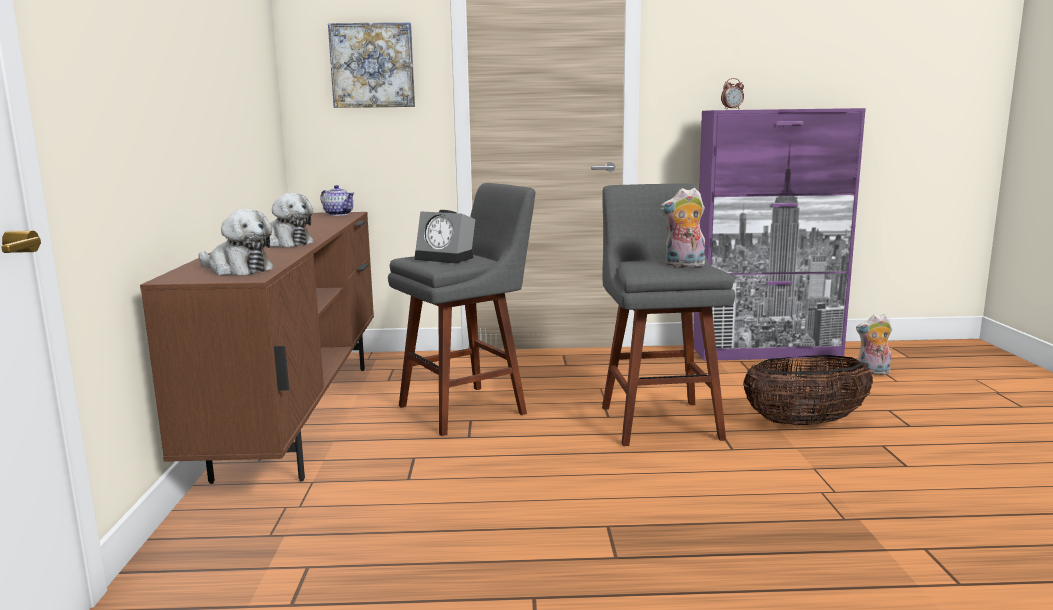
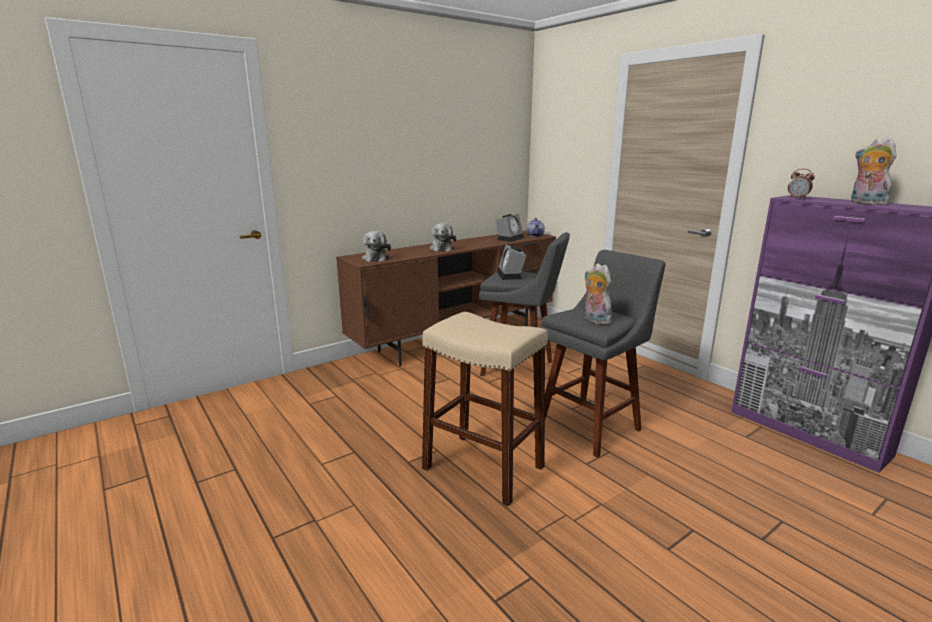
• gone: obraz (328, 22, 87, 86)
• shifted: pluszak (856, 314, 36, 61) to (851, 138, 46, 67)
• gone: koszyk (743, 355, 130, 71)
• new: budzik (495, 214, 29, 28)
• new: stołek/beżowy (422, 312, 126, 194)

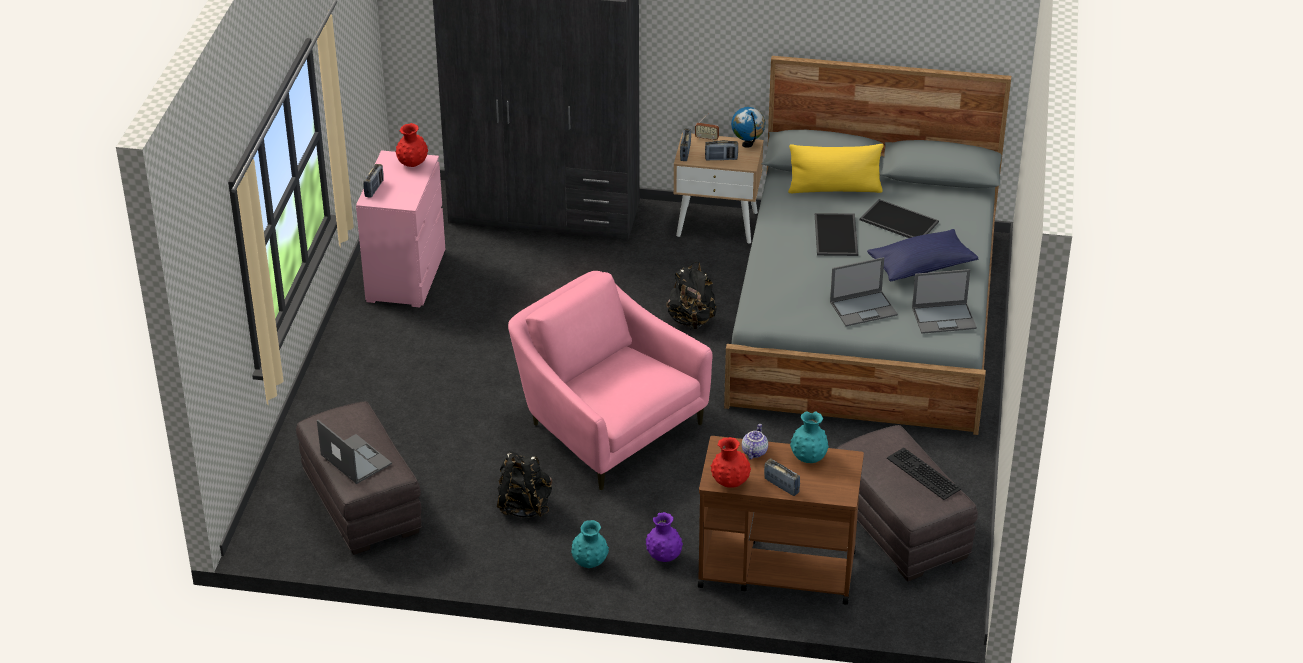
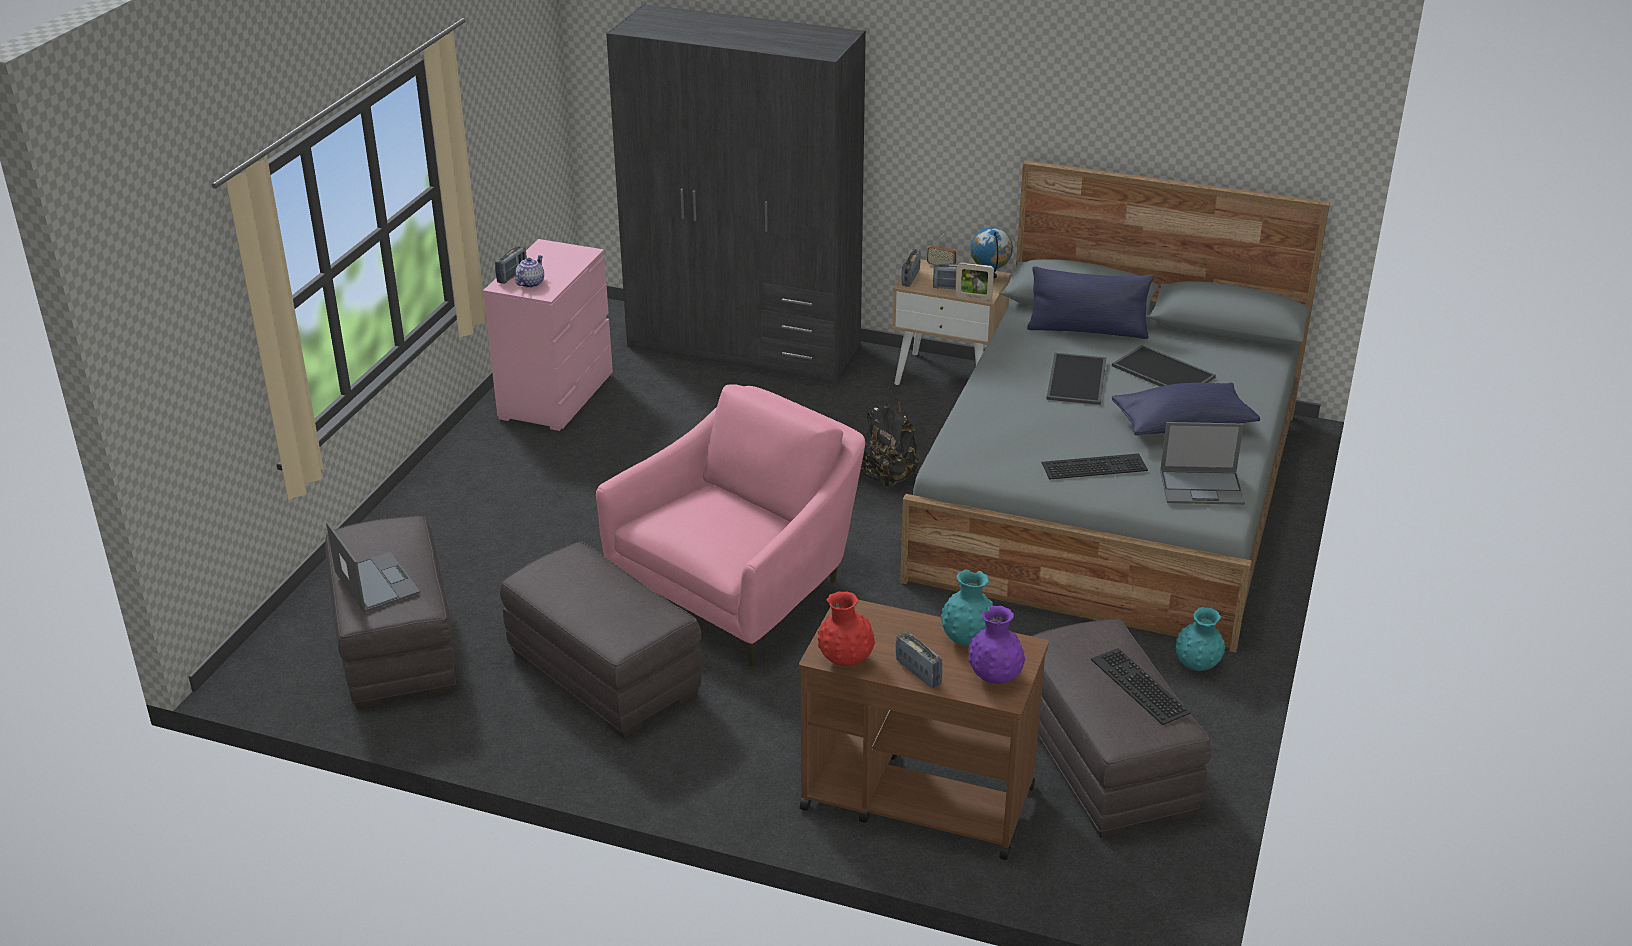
• gone: wazon/czerwony (396, 123, 32, 44)
• repainted: poduszka/żółty (788, 144, 96, 49) to poduszka/niebieski (1027, 266, 127, 73)
• swapped: laptop (830, 257, 68, 69) to klawiatura (1042, 453, 106, 27)
• rotated: fotel/różowy (508, 271, 205, 220) = (596, 384, 269, 283) 75 degrees clockwise
• shifted: imbryk (742, 424, 26, 36) to (515, 255, 29, 33)
• swapped: plecak/czarny (497, 451, 55, 67) to pufa/szary (500, 541, 202, 197)
• shifted: wazon/fioletowy (646, 512, 37, 50) to (968, 606, 57, 78)
• shifted: wazon/turkusowy (571, 520, 38, 48) to (1176, 607, 50, 64)
• new: ramka na zdjęcie (956, 262, 38, 38)

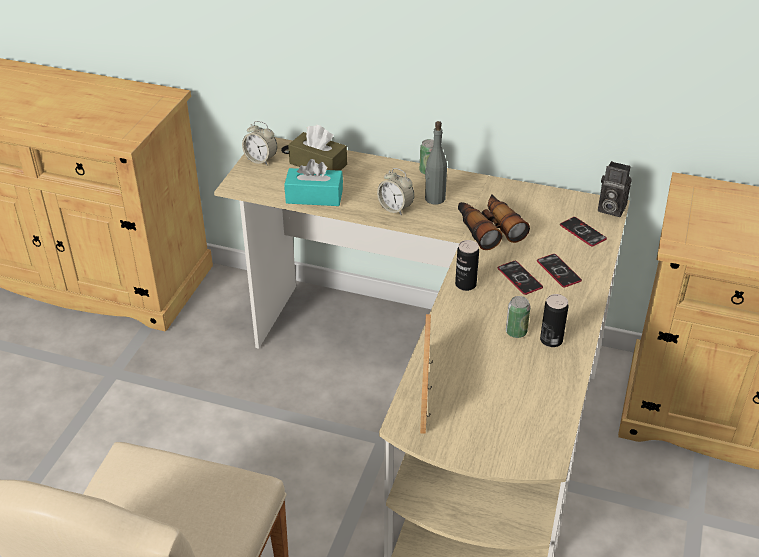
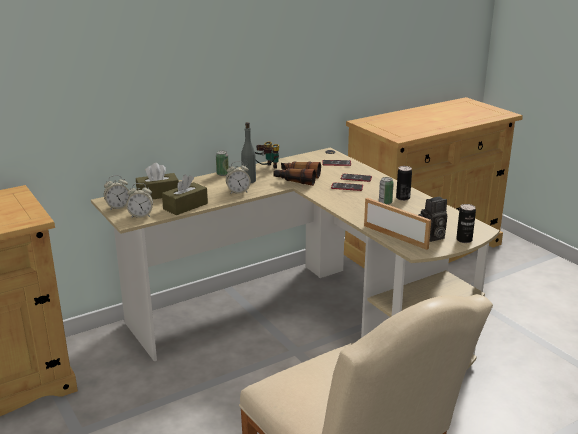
• repainted: pudełko chusteczek/turkusowy (284, 159, 59, 47) to pudełko chusteczek/brązowy (162, 175, 46, 40)
• shifted: aparat fotograficzny (598, 161, 34, 56) to (419, 197, 29, 45)
• shifted: puszka (455, 240, 24, 51) to (456, 204, 20, 39)
• new: lornetka (255, 142, 24, 27)
• new: budzik (126, 183, 27, 35)

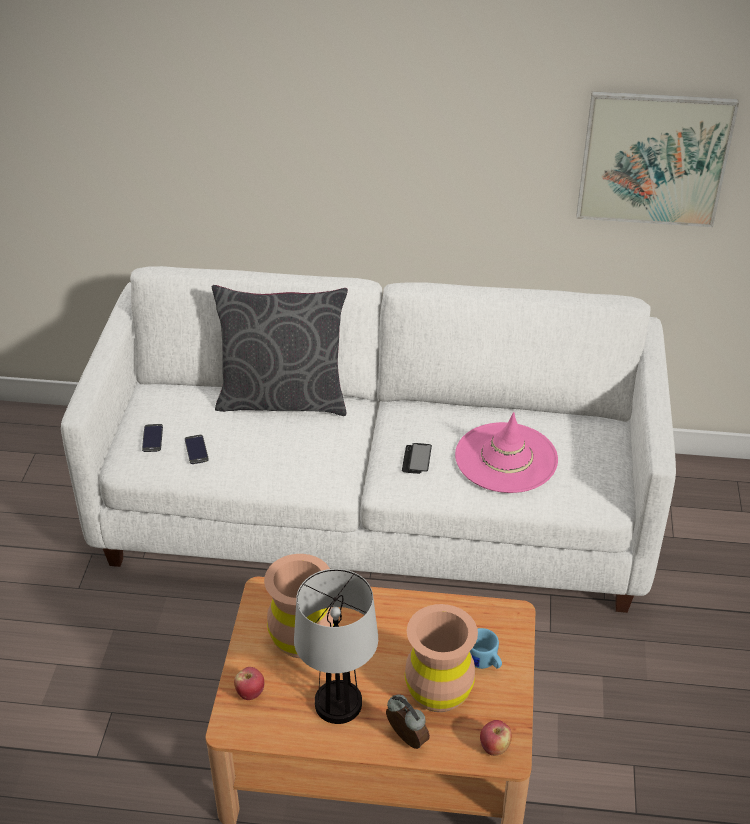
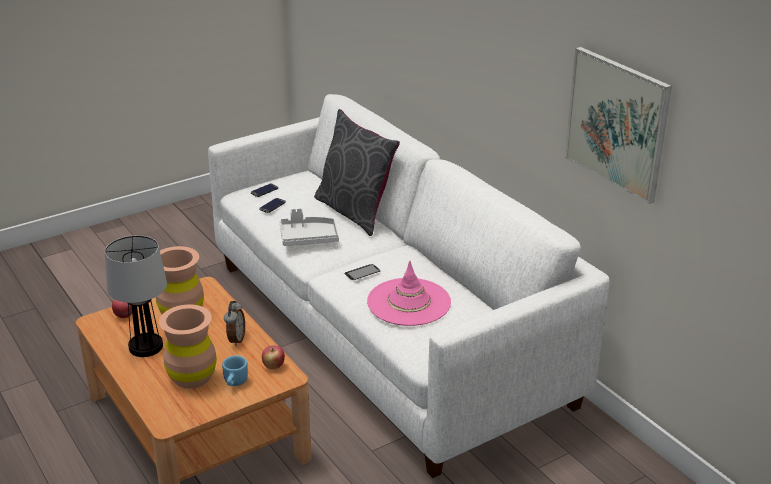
• shifted: budzik (386, 694, 44, 55) to (224, 301, 21, 45)
• shifted: jabłko (480, 720, 32, 36) to (262, 346, 23, 23)
• new: taca/szary (279, 208, 60, 38)

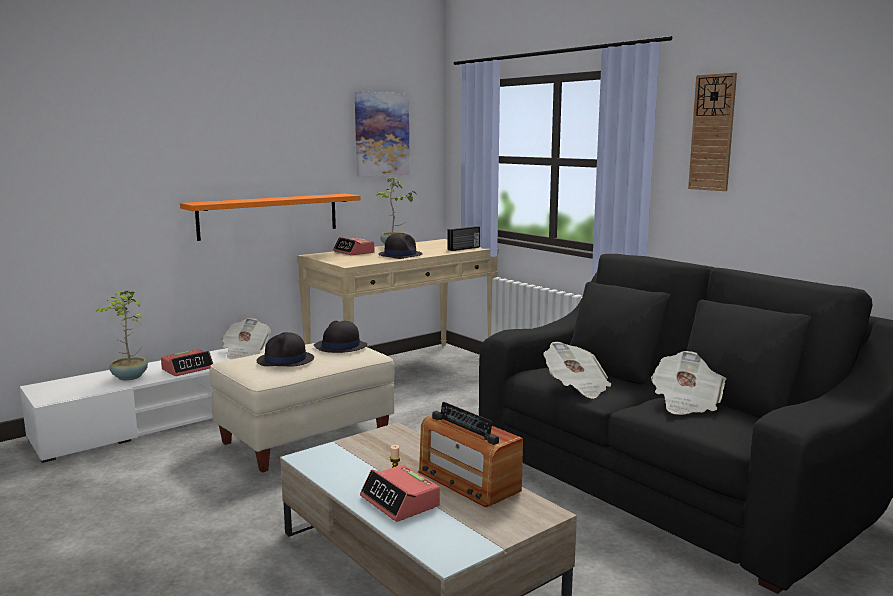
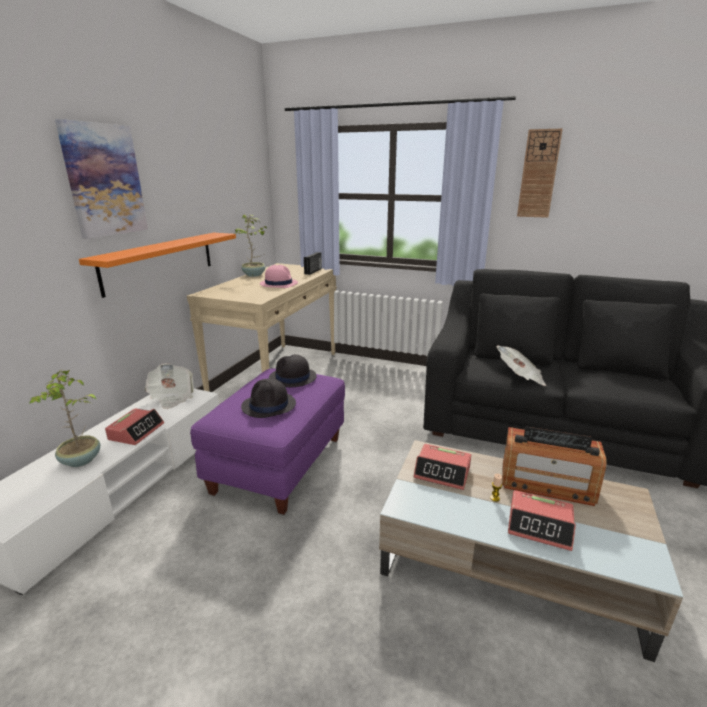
• shifted: obraz (355, 91, 55, 86) to (55, 119, 93, 120)
• repainted: kapelusz/czarny (378, 233, 45, 26) to kapelusz/różowy (260, 265, 38, 23)
• shifted: budzik (333, 237, 41, 18) to (413, 444, 58, 46)
• repainted: pufa/beżowy (210, 343, 185, 130) to pufa/fioletowy (190, 368, 155, 147)
• gone: gazeta (651, 351, 76, 64)

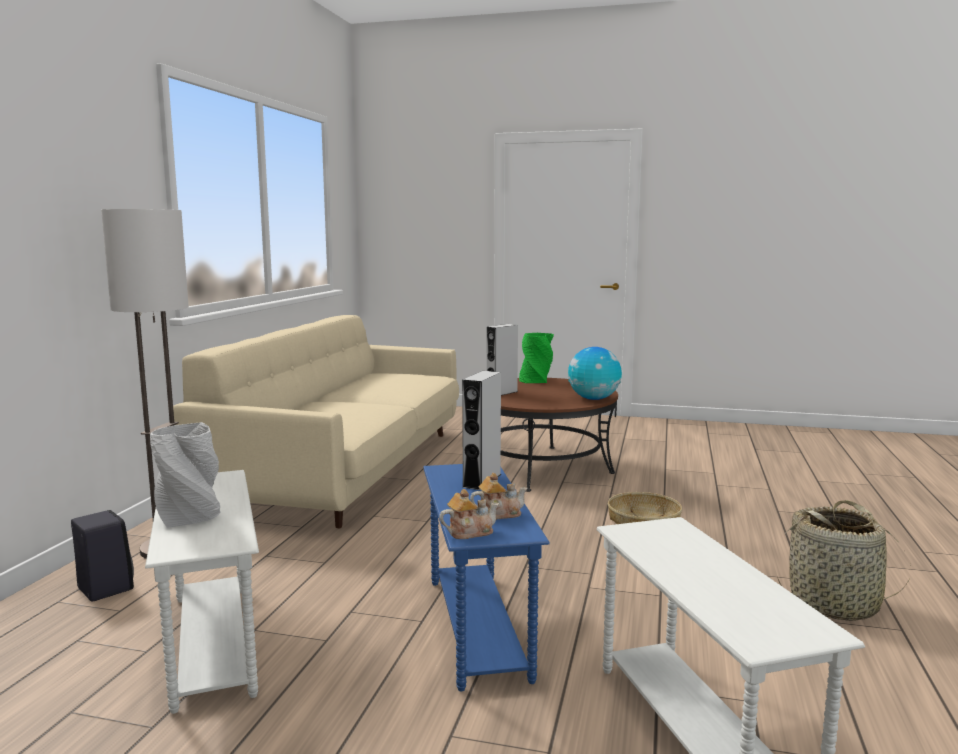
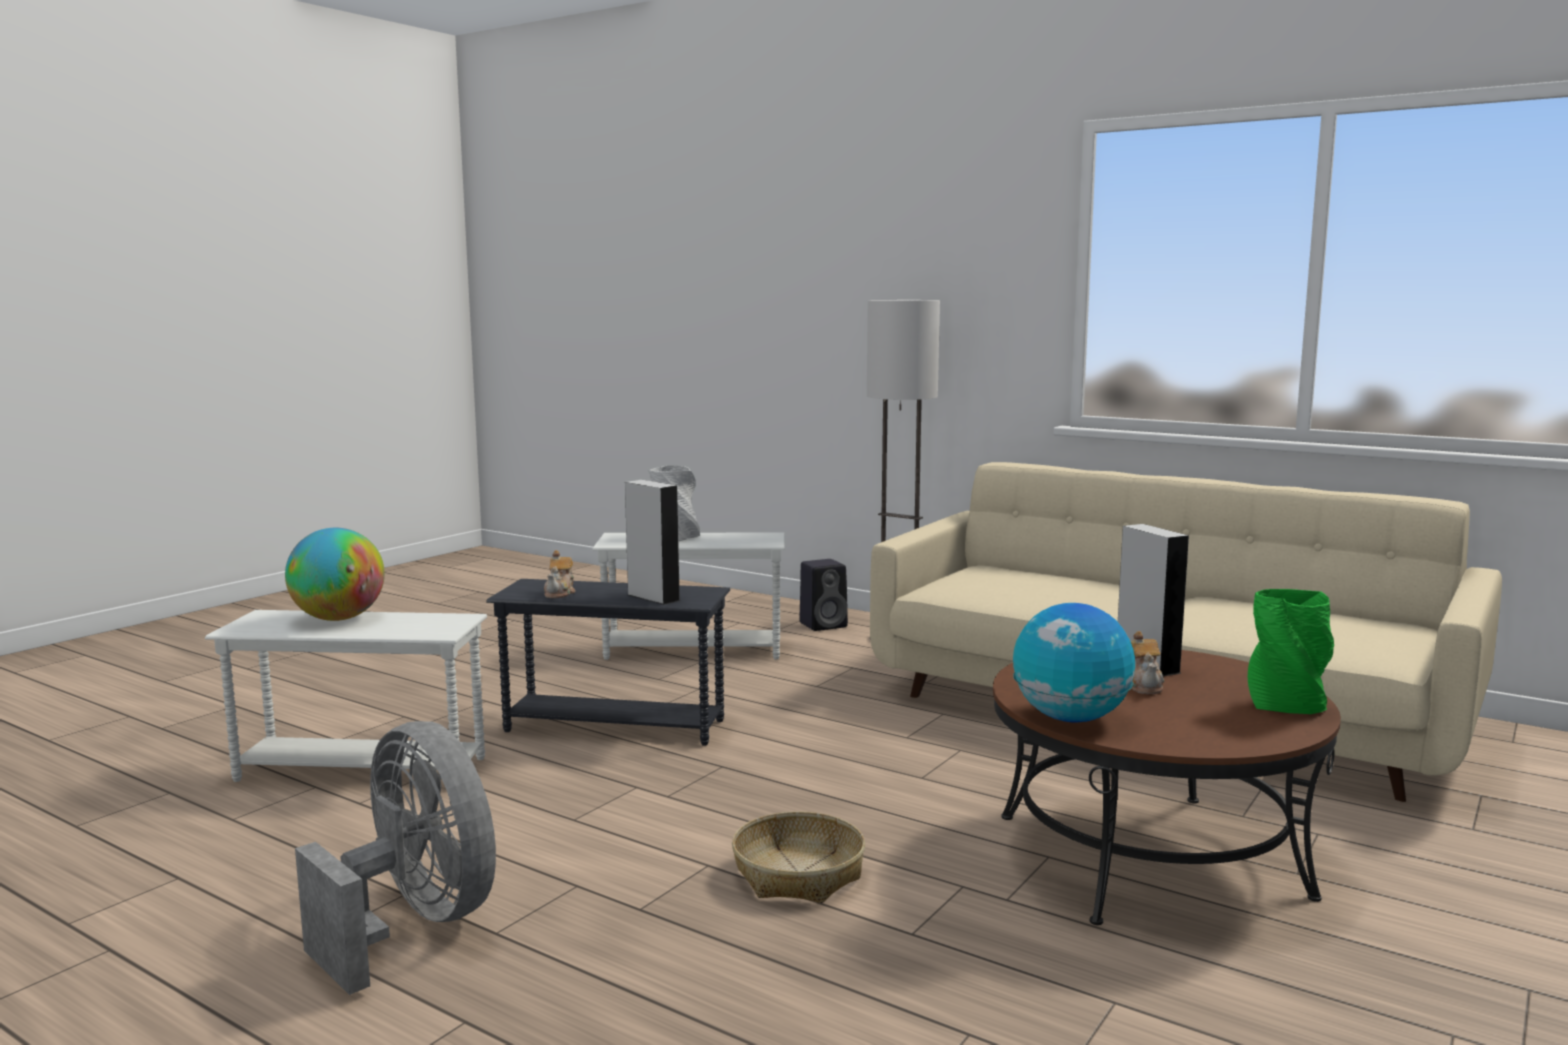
• repainted: stolik/niebieski (423, 464, 127, 228) to stolik/szary (486, 579, 244, 167)
• shifted: imbryk (439, 489, 60, 50) to (1131, 631, 33, 63)
• swapped: koszyk (777, 500, 134, 121) to wentylator/szary (295, 721, 201, 274)
• new: globus (285, 528, 100, 93)

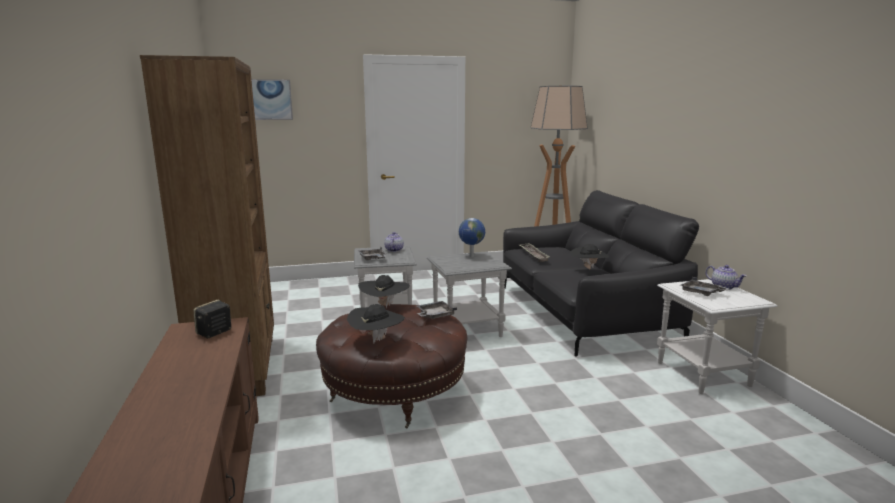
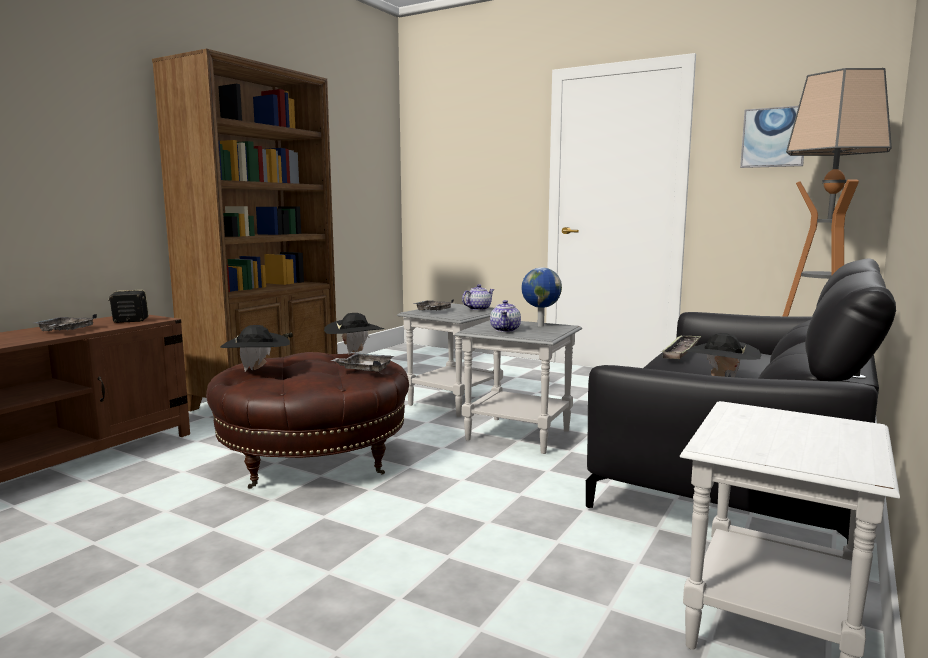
• shifted: obraz (251, 79, 42, 41) to (740, 106, 64, 62)
• shifted: imbryk (705, 265, 42, 25) to (490, 300, 31, 32)
• shifted: taca/szary (680, 277, 50, 19) to (34, 314, 63, 17)

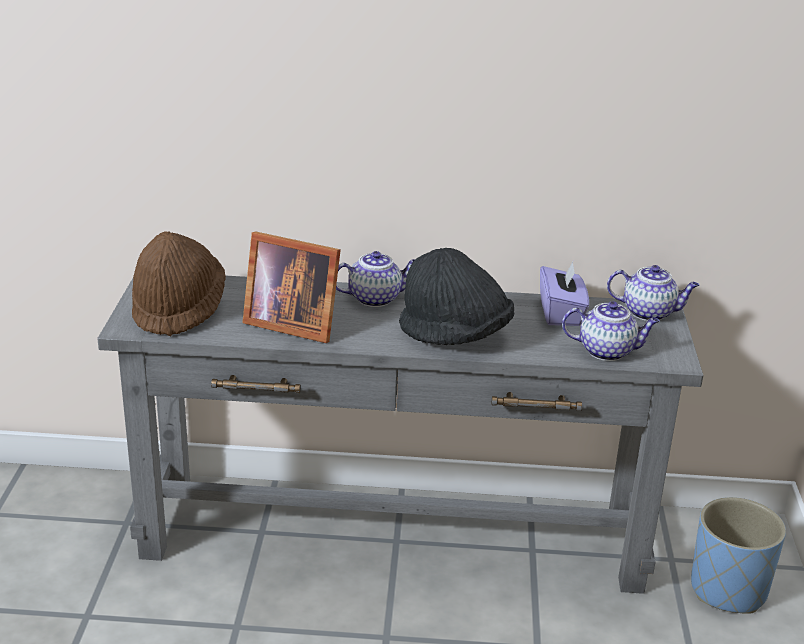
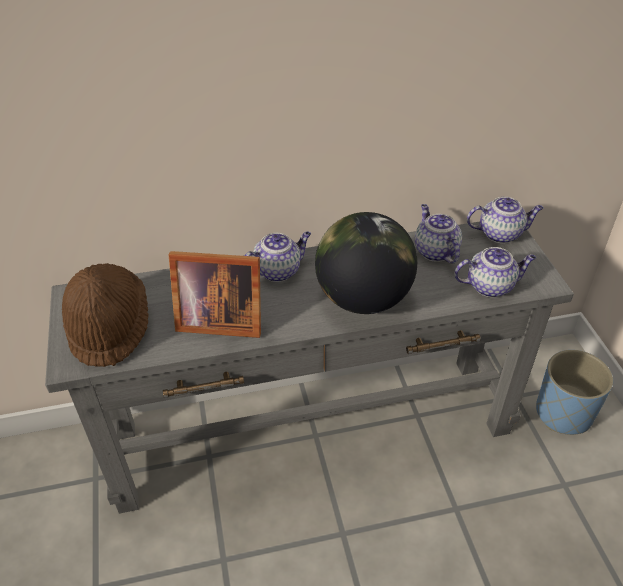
• swapped: kapelusz/czarny (399, 248, 115, 97) to globus (315, 212, 102, 102)
• swapped: pudełko chusteczek/fioletowy (540, 261, 49, 65) to imbryk (415, 204, 47, 60)

